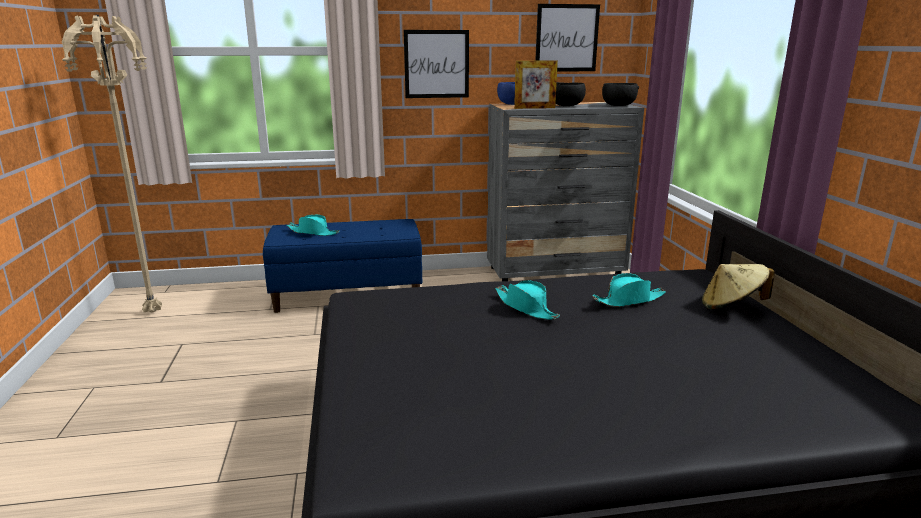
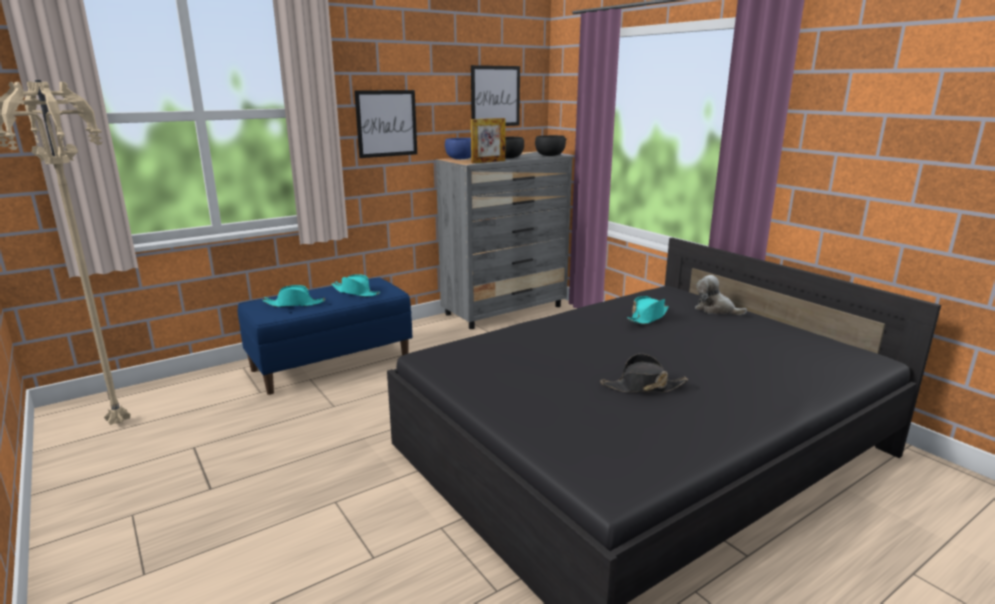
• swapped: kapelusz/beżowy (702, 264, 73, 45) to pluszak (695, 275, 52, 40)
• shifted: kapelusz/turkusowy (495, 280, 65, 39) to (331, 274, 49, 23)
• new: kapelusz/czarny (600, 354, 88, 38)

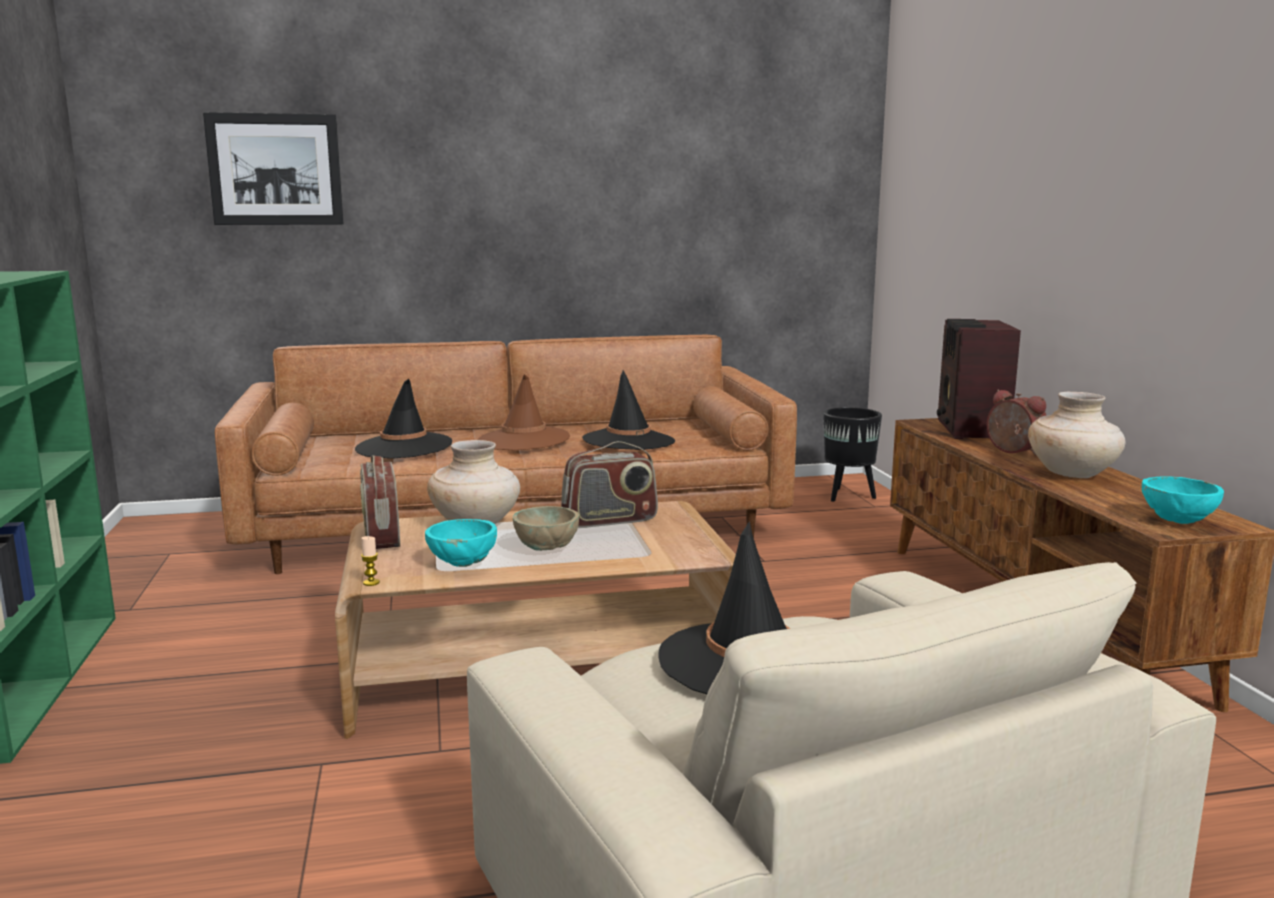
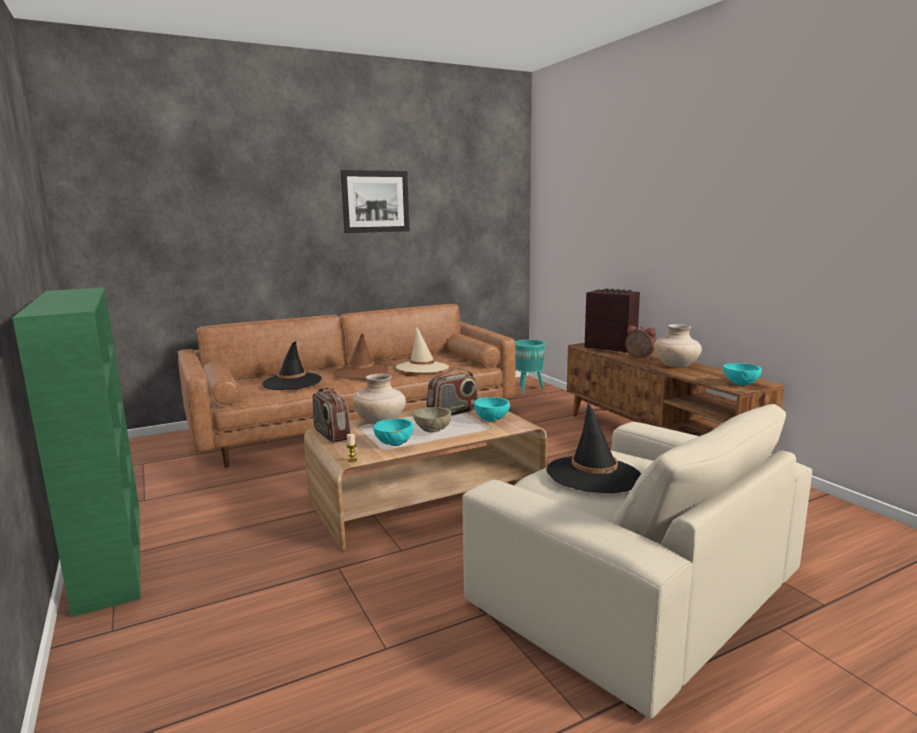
• shifted: obraz (203, 112, 141, 113) to (341, 170, 68, 63)
• rotated: radio (937, 319, 84, 120) = (585, 288, 55, 65) 135 degrees clockwise
• repainted: kapelusz/czarny (582, 370, 93, 80) to kapelusz/beżowy (396, 327, 53, 46)
• repainted: donica/czarny (823, 407, 59, 95) to donica/turkusowy (515, 340, 30, 53)
• new: miska/turkusowy (474, 397, 36, 24)

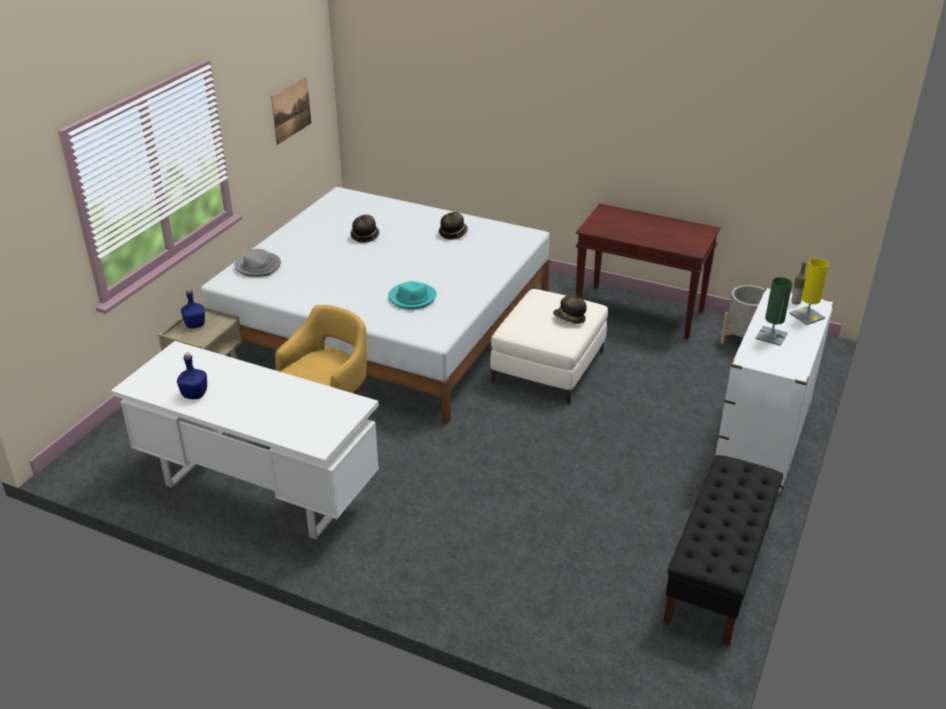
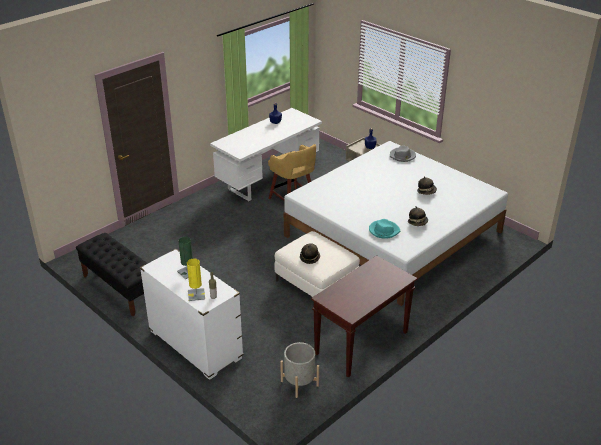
• gone: obraz (271, 77, 40, 68)
• shifted: kapelusz/turkusowy (388, 281, 49, 28) to (369, 219, 31, 20)

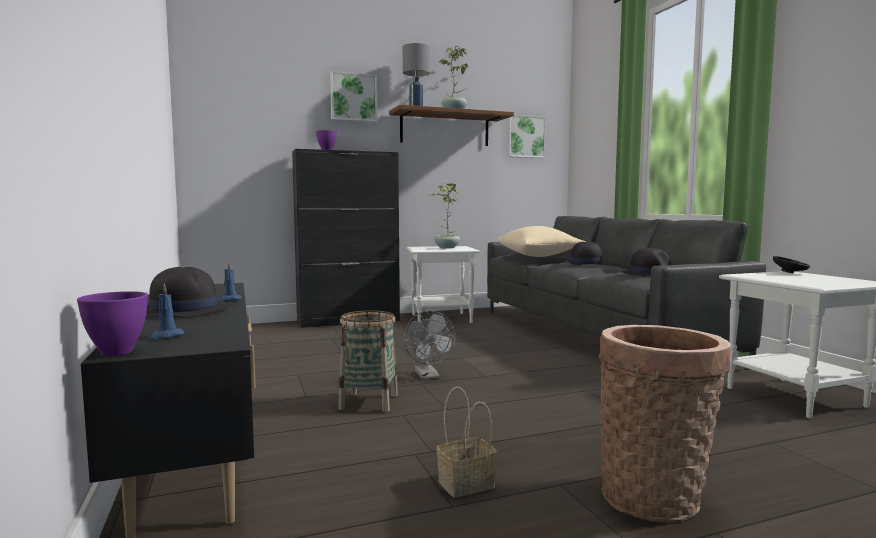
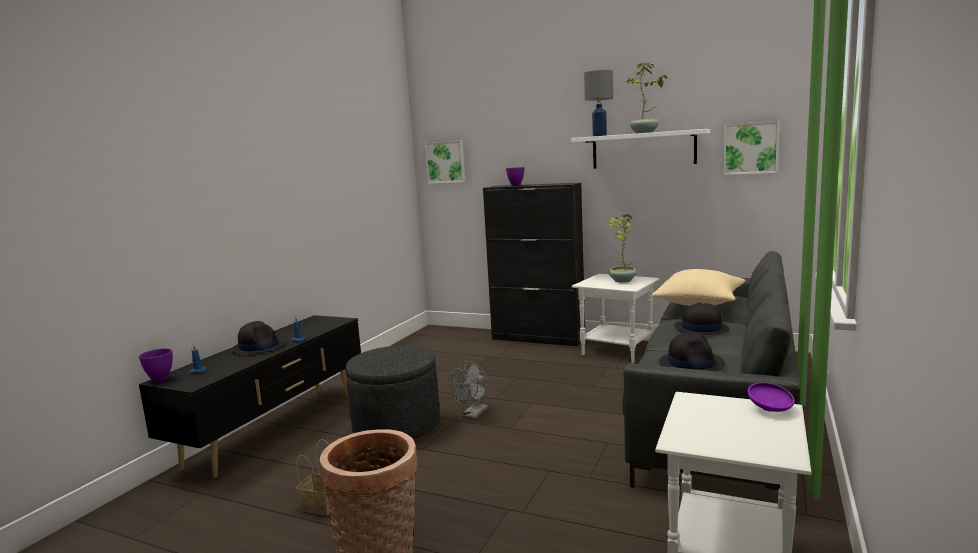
• shifted: obraz (330, 71, 47, 51) to (425, 141, 40, 43)
• repainted: półka/brązowy (389, 105, 125, 41) to półka/biały (571, 129, 139, 40)
• repainted: miska/czarny (773, 256, 37, 17) to miska/fioletowy (748, 382, 47, 30)
• swapped: koszyk (338, 310, 60, 102) to pufa/szary (345, 346, 95, 93)

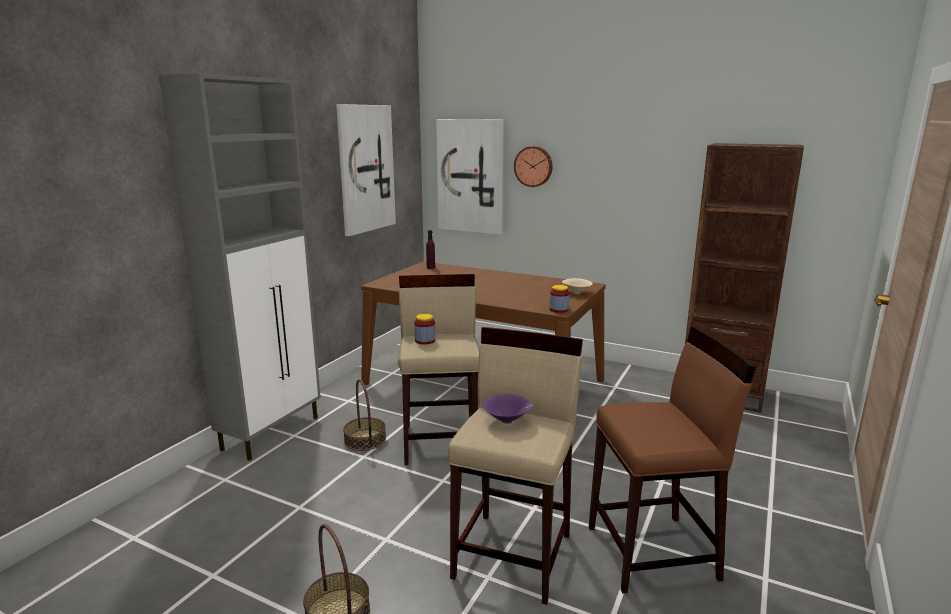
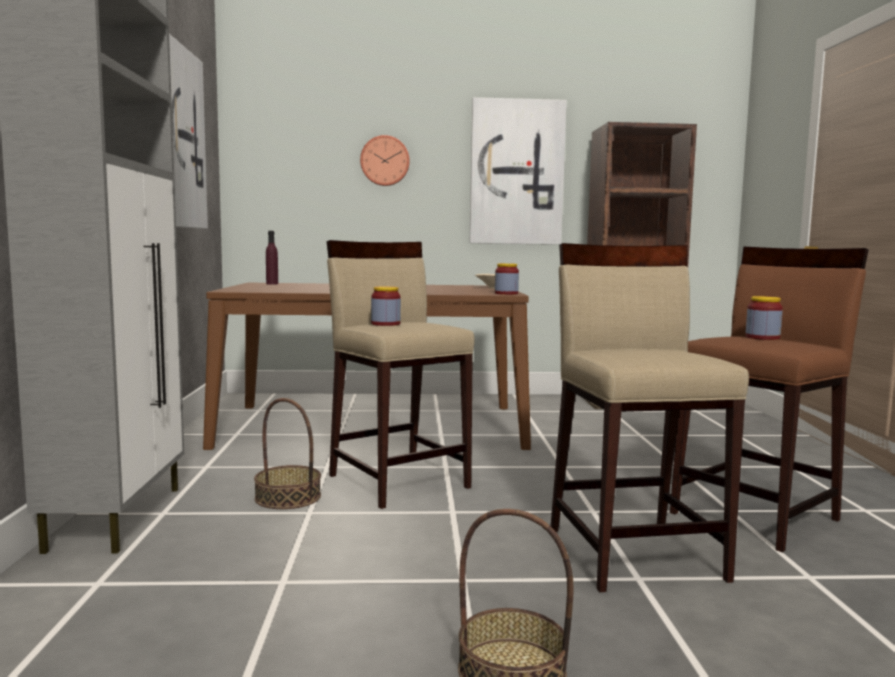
• shifted: obraz (436, 119, 68, 116) to (470, 97, 97, 148)
• gone: miska/fioletowy (483, 394, 50, 30)
• new: słoik (745, 296, 38, 44)

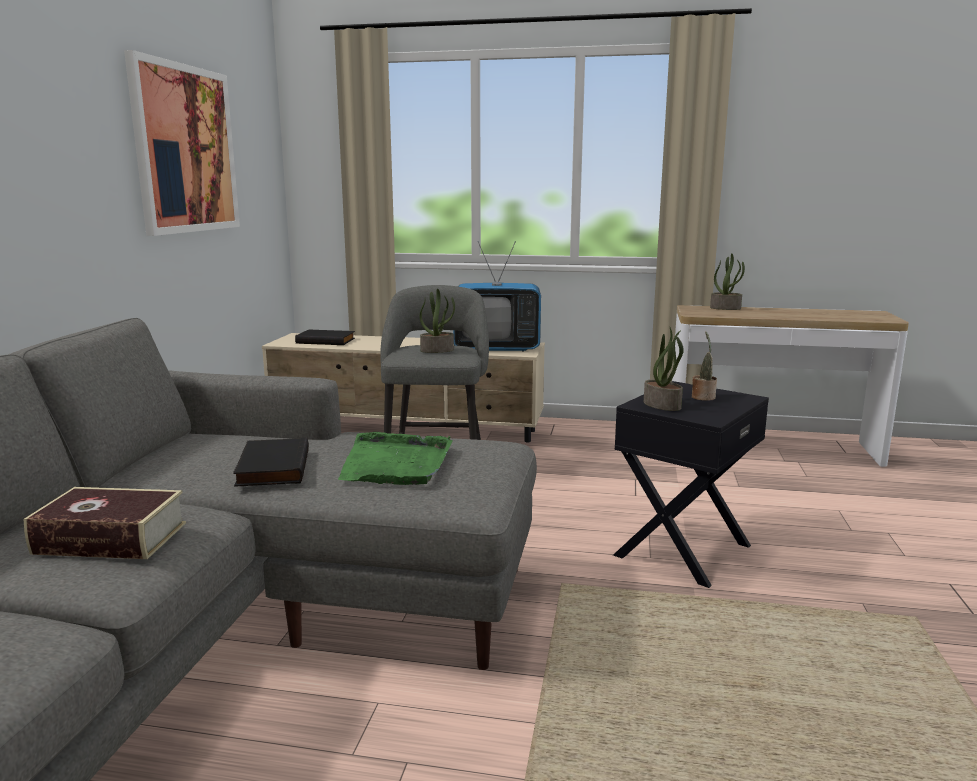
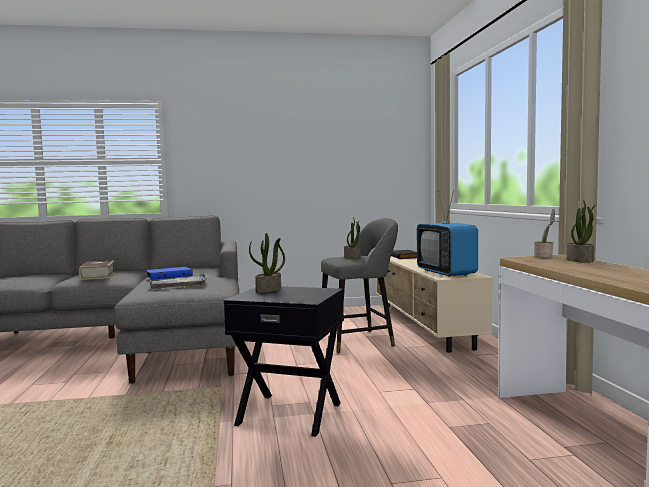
• gone: obraz (124, 50, 116, 186)
• shifted: roślina doniczkowa (692, 331, 25, 70) to (534, 209, 21, 49)
• repainted: taca/zielony (338, 432, 115, 53) to taca/szary (149, 273, 58, 16)
• repainted: książka/czarny (233, 437, 76, 50) to książka/niebieski (146, 267, 47, 13)

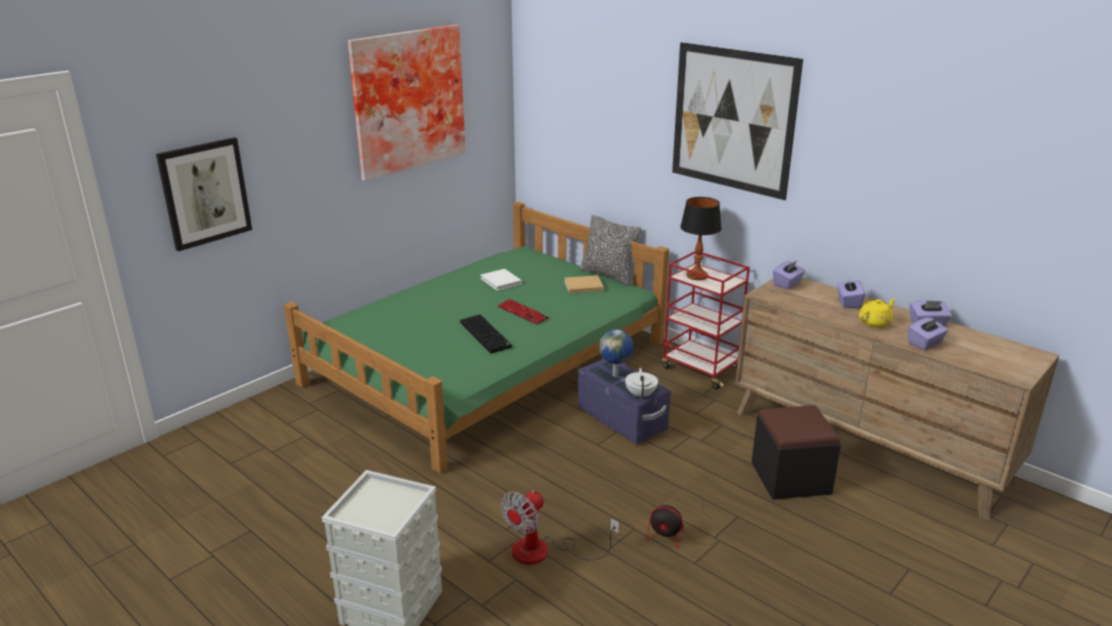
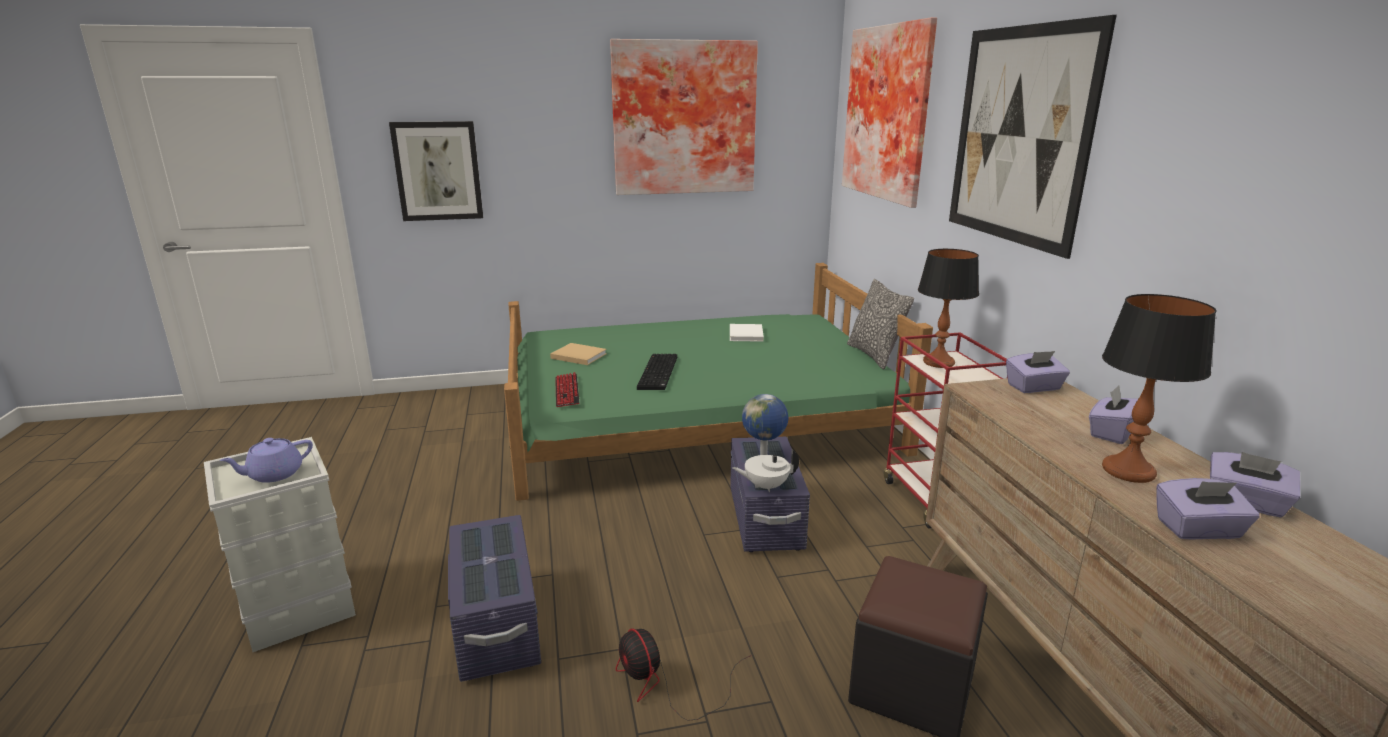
• shifted: książka/beżowy (564, 275, 40, 18) to (550, 343, 57, 22)
• swapped: imbryk/żółty (859, 298, 37, 30) to lampa stołowa (1102, 294, 114, 189)
• shifted: klawiatura (498, 299, 51, 26) to (555, 372, 25, 35)
• rotated: imbryk/biały (625, 368, 33, 31) = (733, 449, 66, 43) 135 degrees counterclockwise
• swapped: wentylator (500, 490, 119, 75) to pojemnik do przechowywania/fioletowy (448, 515, 93, 167)
• new: obraz (842, 17, 95, 191)
• new: imbryk/fioletowy (220, 438, 93, 45)

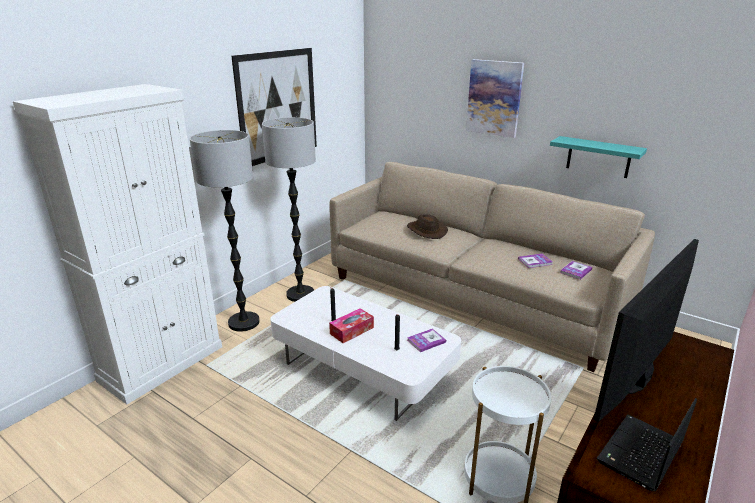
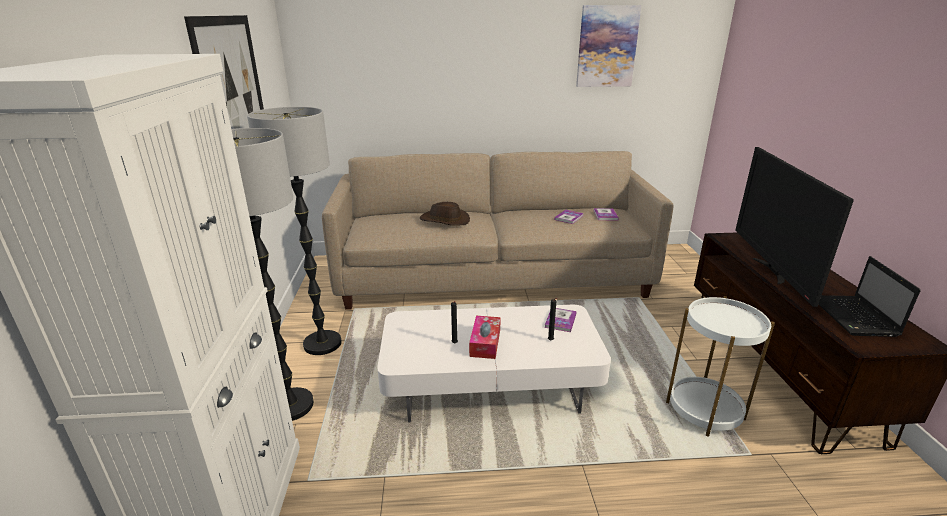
• shifted: obraz (466, 59, 58, 79) to (576, 5, 65, 82)
• gone: półka/turkusowy (550, 136, 97, 42)

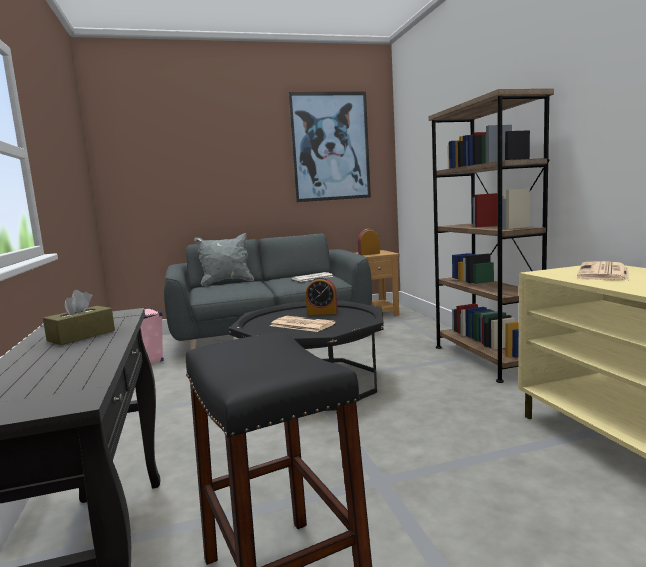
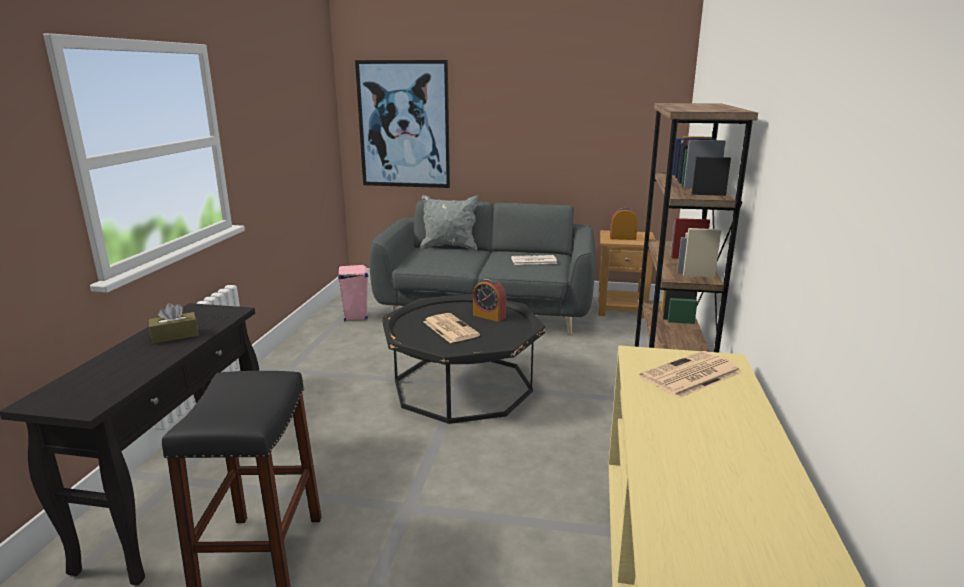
• shifted: obraz (288, 92, 83, 110) to (355, 60, 95, 128)

